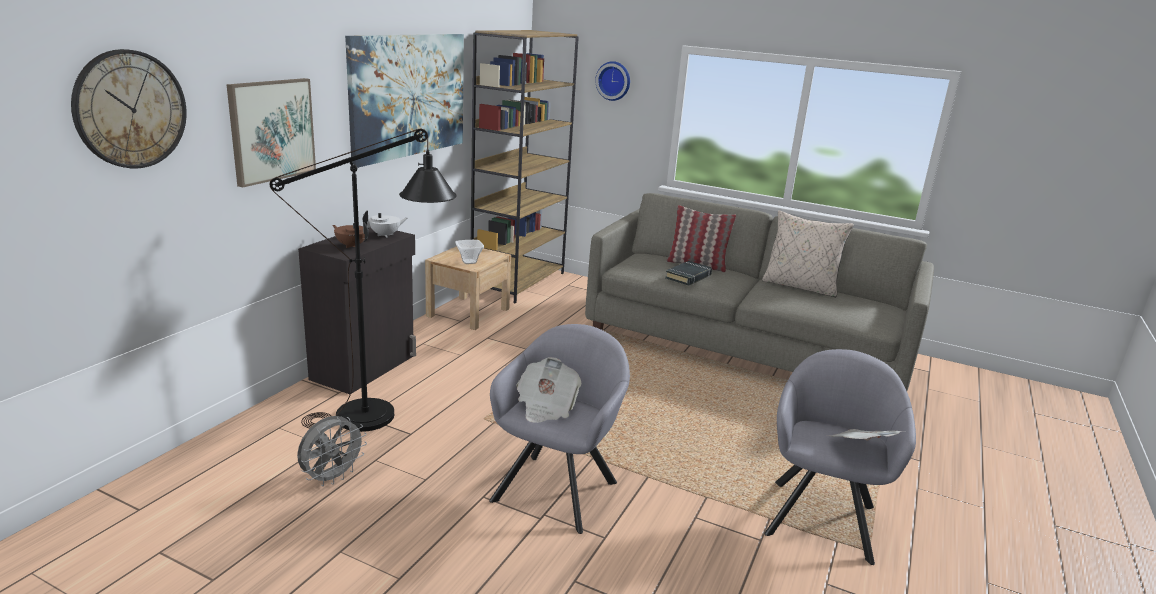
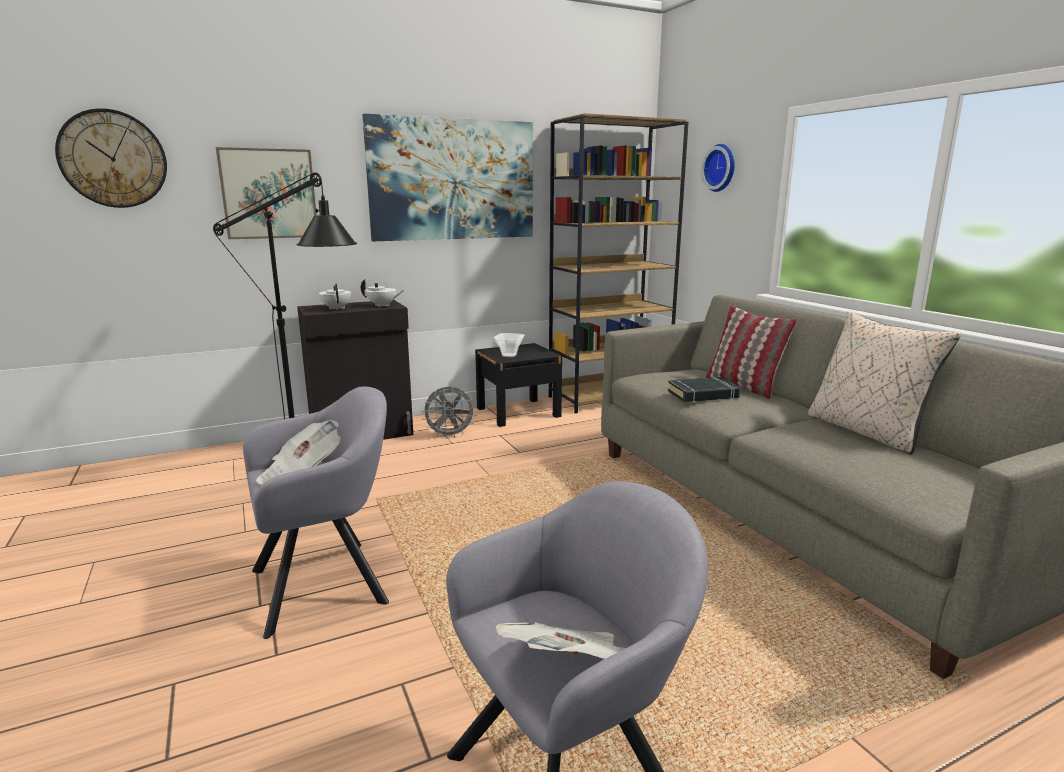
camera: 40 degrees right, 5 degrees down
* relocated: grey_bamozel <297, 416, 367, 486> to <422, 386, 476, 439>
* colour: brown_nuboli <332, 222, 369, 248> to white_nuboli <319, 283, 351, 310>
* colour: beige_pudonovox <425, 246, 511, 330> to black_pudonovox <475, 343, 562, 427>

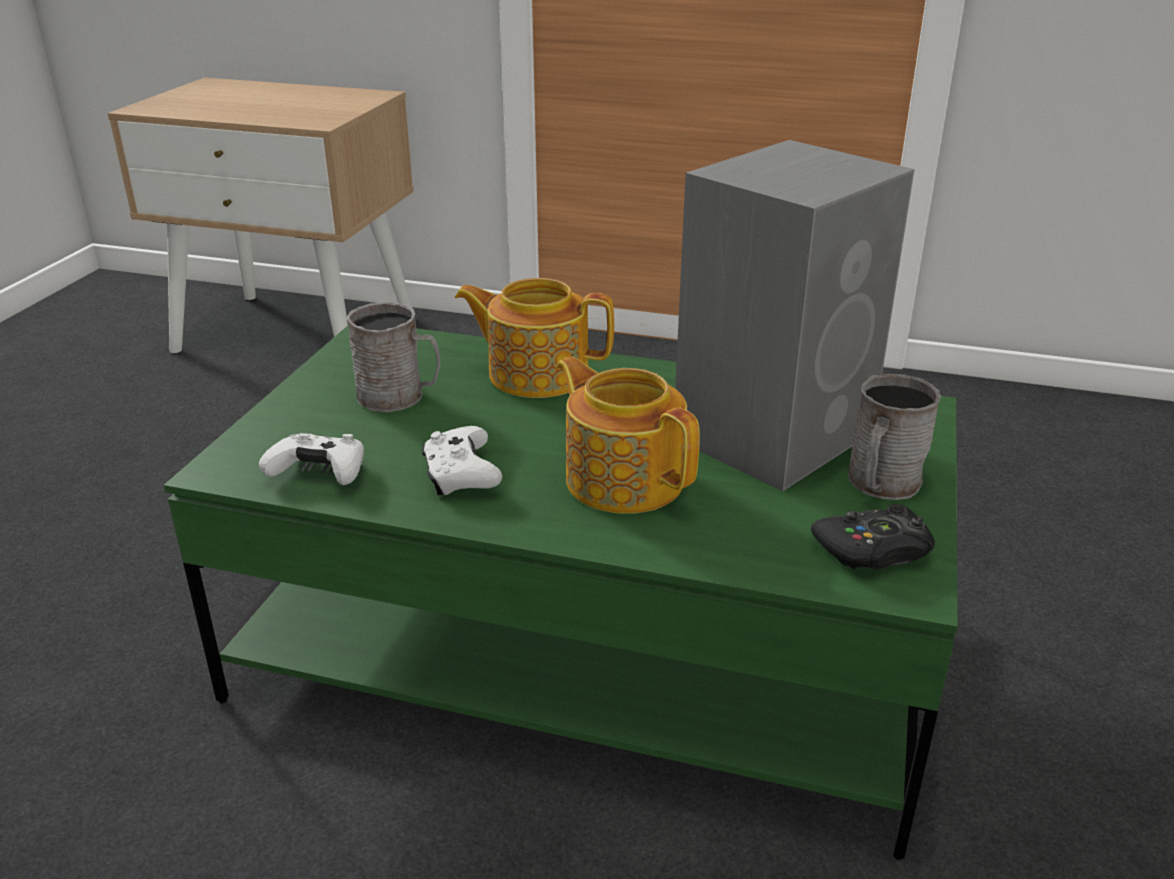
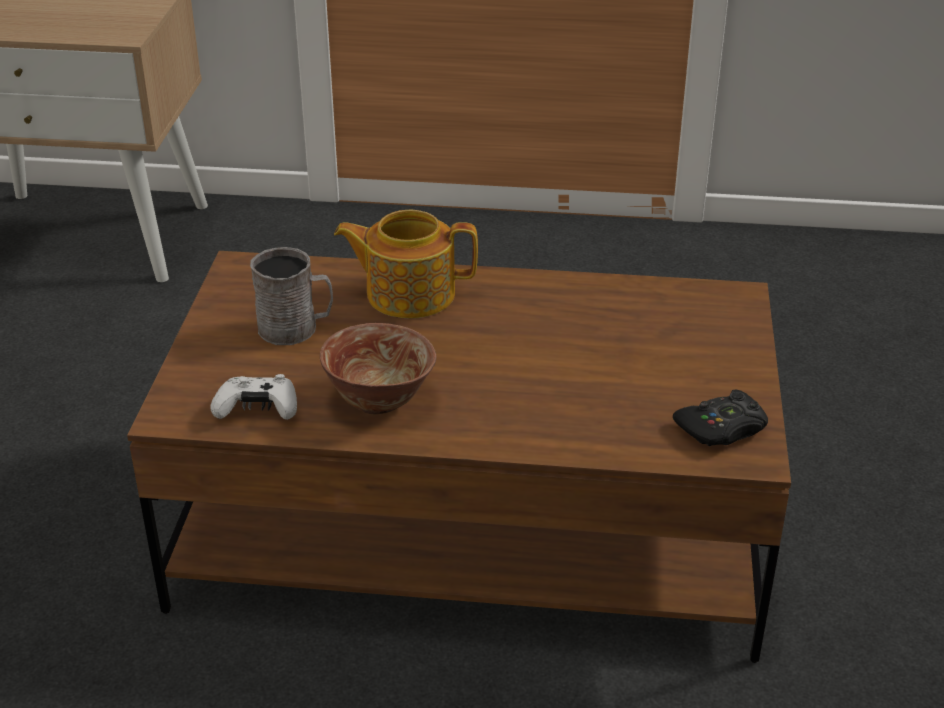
camera: 10 degrees left, 5 degrees up
* colour: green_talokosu <164, 326, 958, 860> to brown_talokosu <127, 251, 791, 663>
* exchanged: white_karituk <422, 426, 503, 495> to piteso <320, 323, 436, 415>
* missing: nuboli <557, 356, 700, 513>
* missing: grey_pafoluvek <675, 140, 915, 491>
* missing: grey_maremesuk <848, 374, 941, 500>

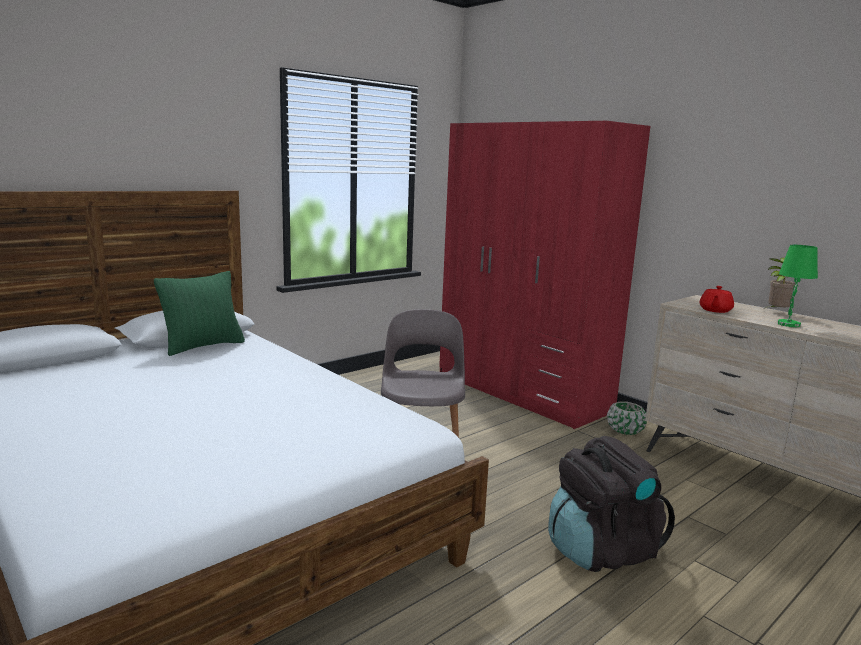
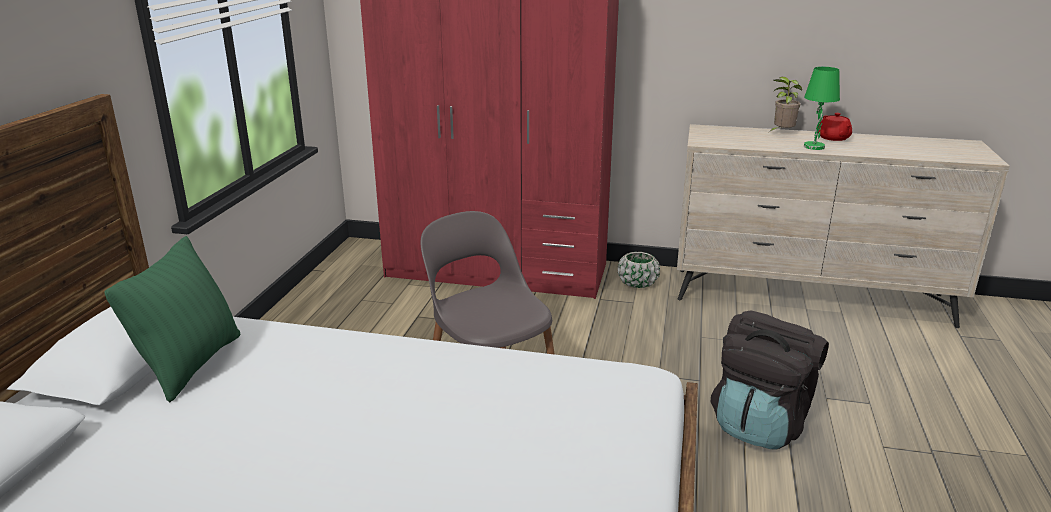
camera: 35 degrees left, 10 degrees up
* relocated: red_nuboli <699, 286, 734, 313> to <818, 113, 852, 141>

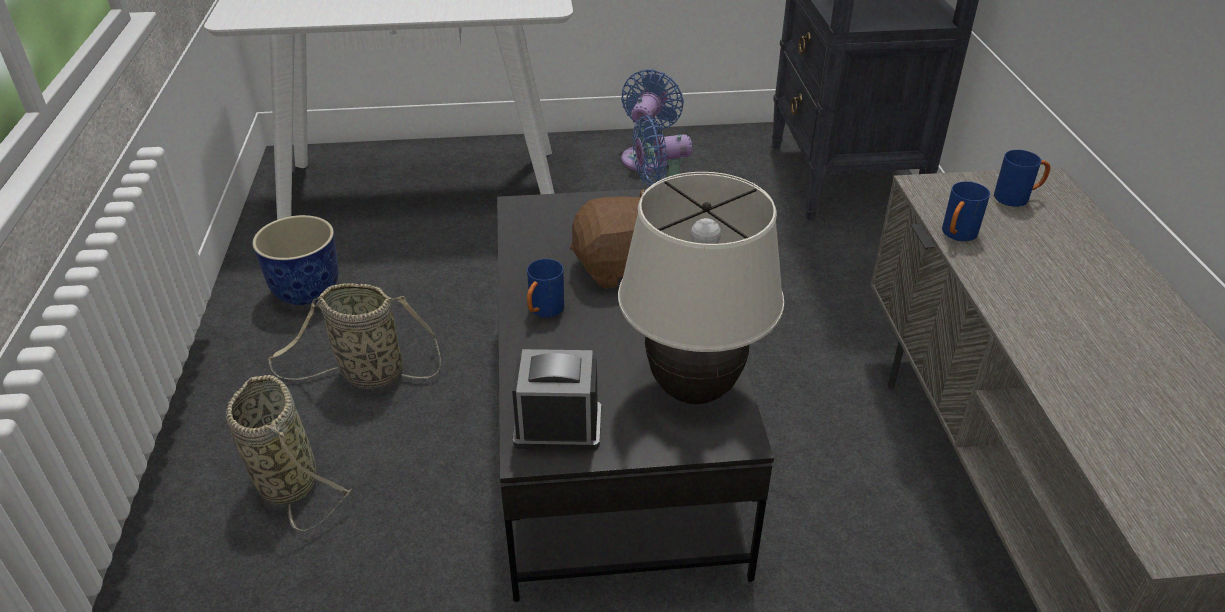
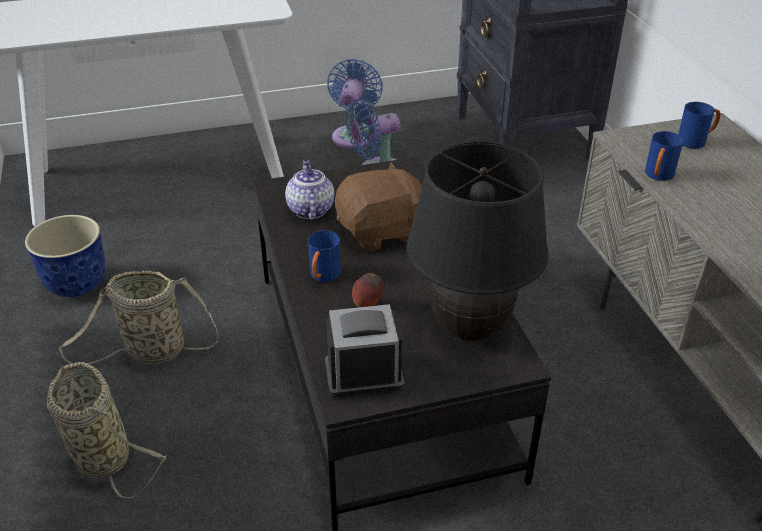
camera: 10 degrees left, 0 degrees up
* colour: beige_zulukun <618, 172, 784, 404> to black_zulukun <407, 141, 549, 341>
* appeared: nuboli <285, 160, 335, 220>
* appeared: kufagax <352, 273, 384, 307>

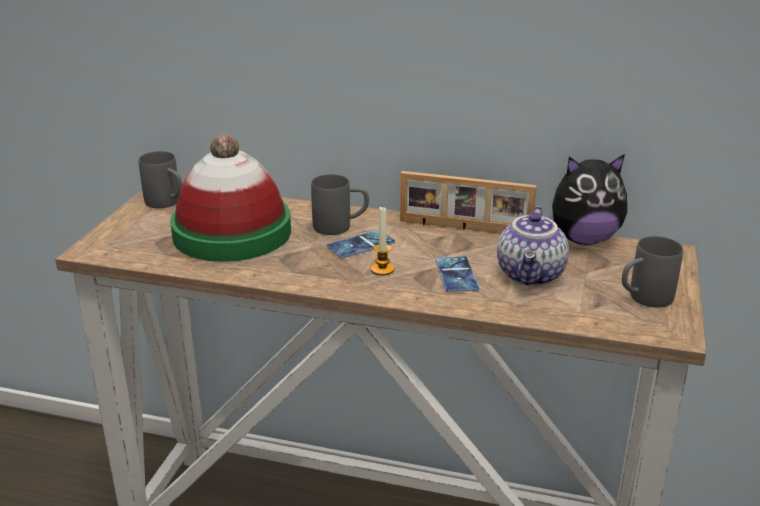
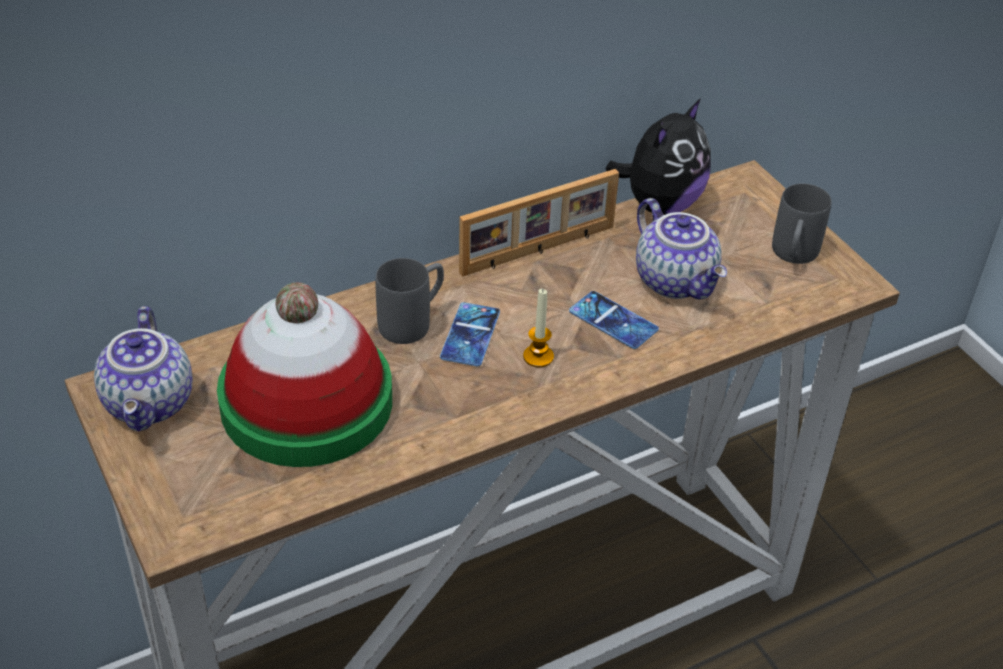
camera: 45 degrees left, 15 degrees up
* exchanged: grey_maremesuk <139, 151, 182, 208> to nuboli <94, 306, 192, 431>

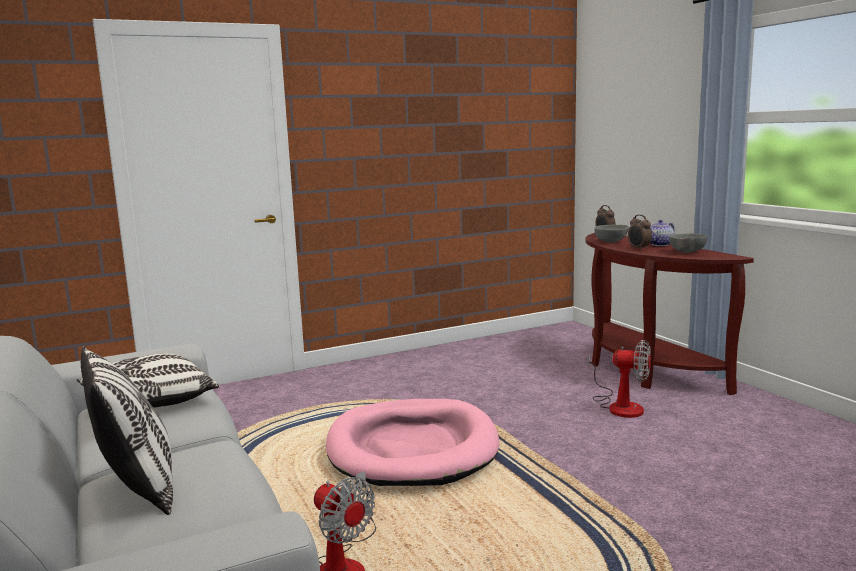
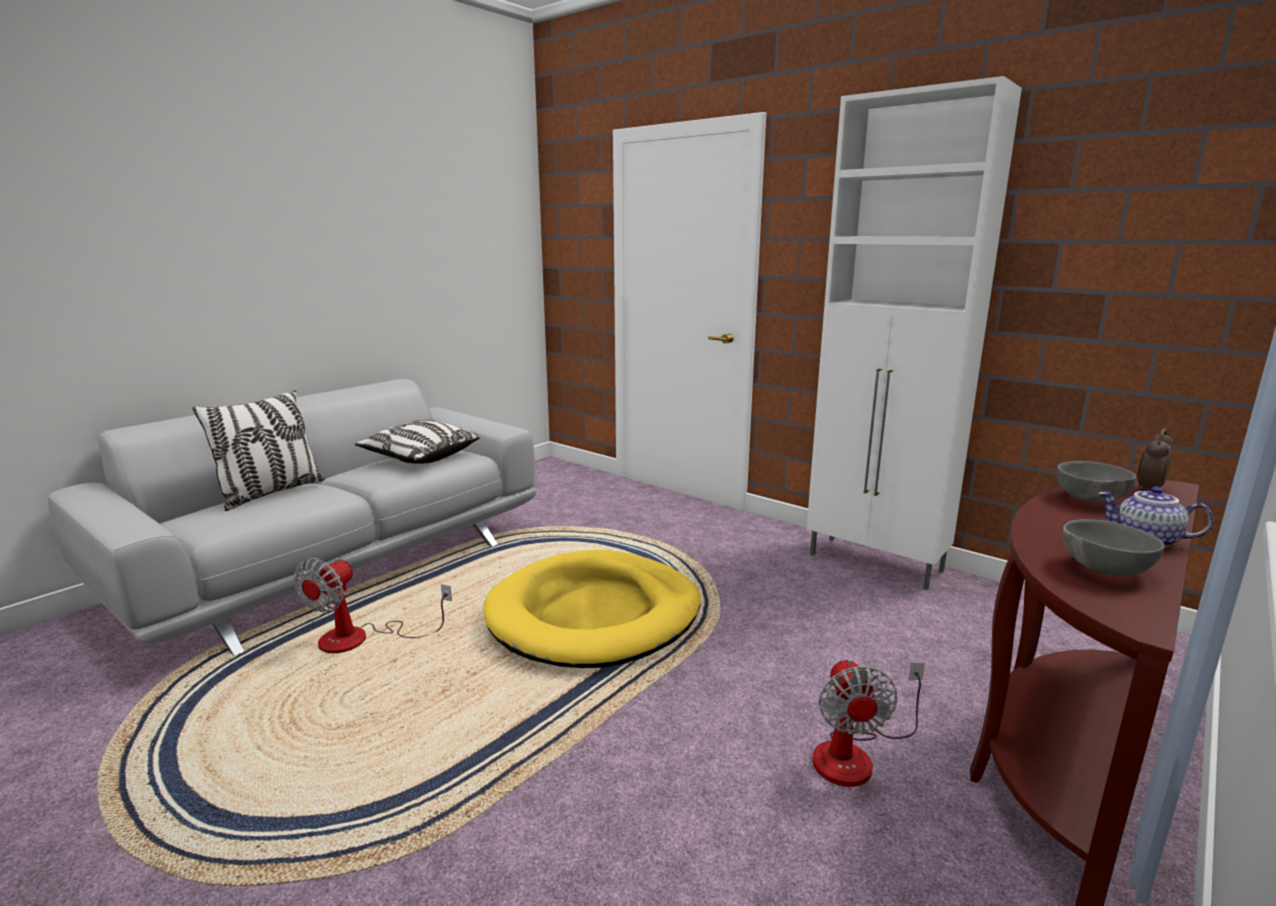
camera: 65 degrees right, 5 degrees up
* colour: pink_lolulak <326, 399, 500, 486> to yellow_lolulak <483, 550, 701, 668>
* missing: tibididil <628, 215, 652, 250>
* appeared: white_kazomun <807, 76, 1022, 590>

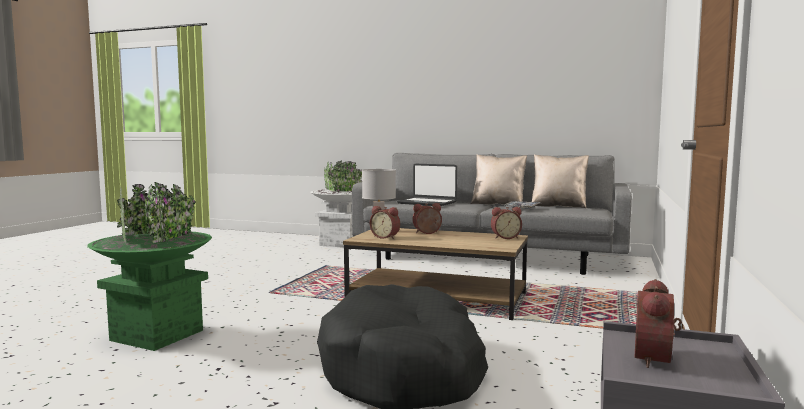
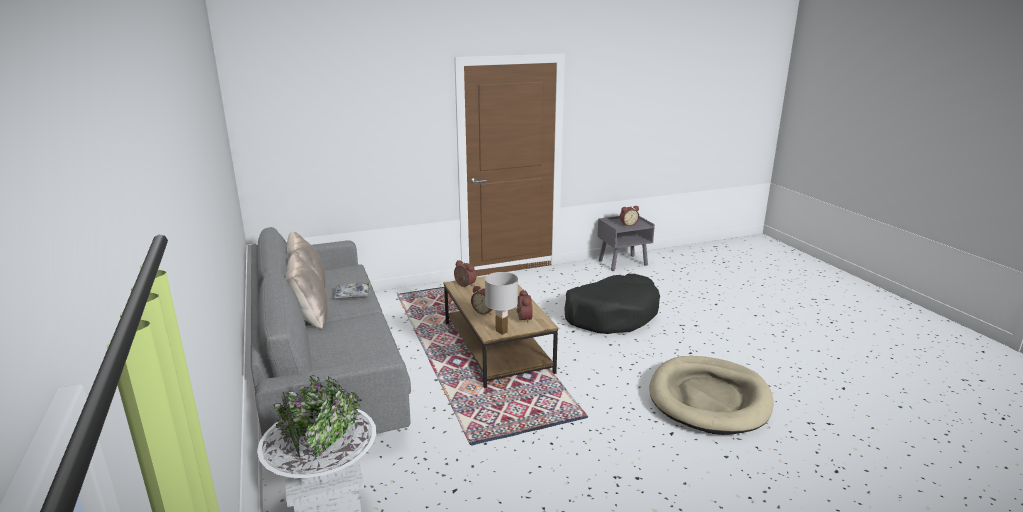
camera: 130 degrees left, 15 degrees up
* exchanged: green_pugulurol <87, 182, 212, 351> to beige_lolulak <649, 356, 774, 435>
* missing: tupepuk <397, 164, 457, 206>

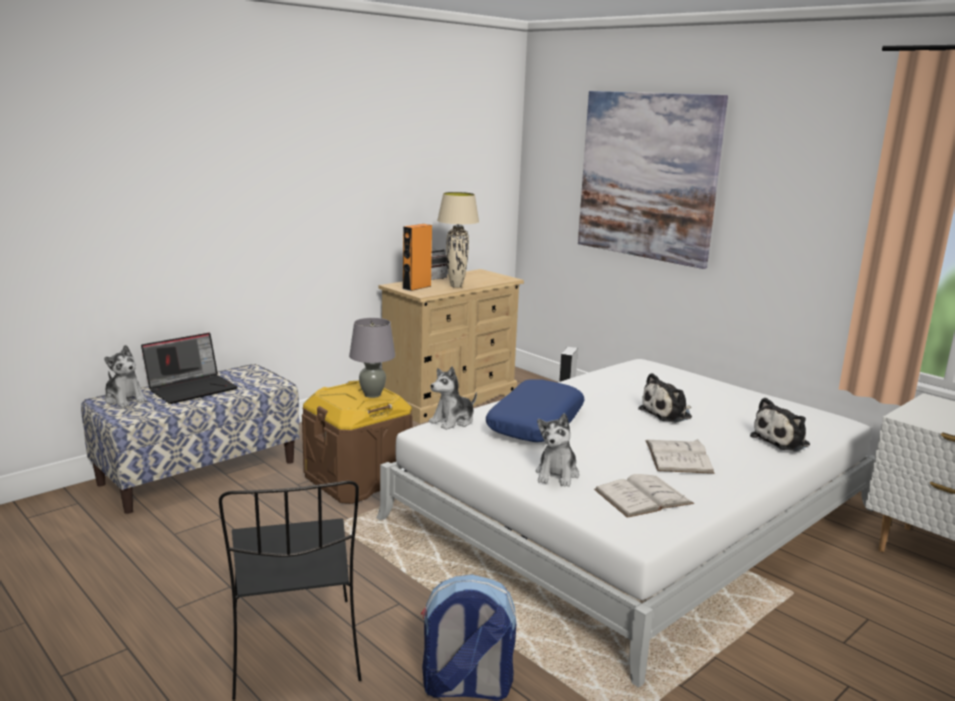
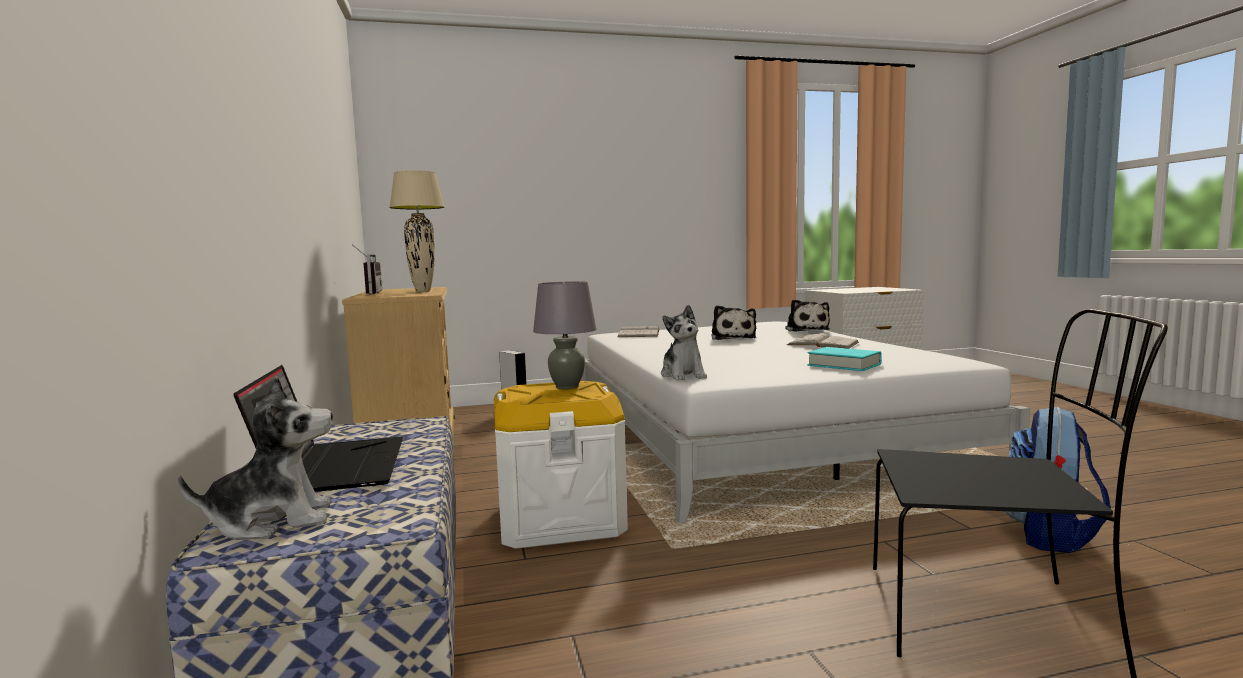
camera: 60 degrees left, 10 degrees down
* colour: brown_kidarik <302, 381, 413, 504> to white_kidarik <494, 381, 628, 549>
* missing: orange_pafoluvek <403, 224, 432, 291>
* missing: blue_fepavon <486, 380, 584, 442>
* exchanged: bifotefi <536, 413, 579, 487> to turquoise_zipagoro <807, 347, 882, 371>
* missing: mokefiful <578, 91, 728, 269>
* relocated: white_zipagoro <594, 474, 694, 518> to <618, 325, 660, 337>

